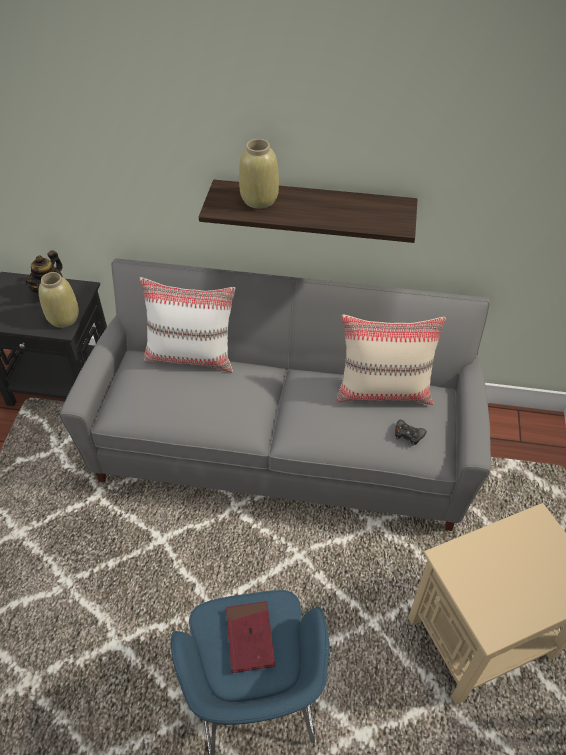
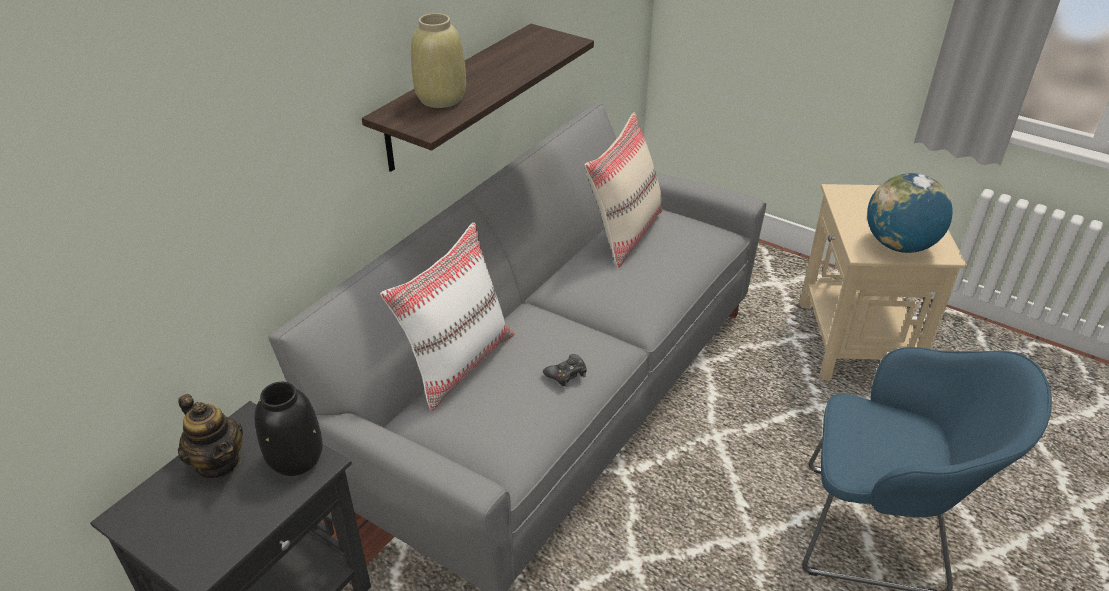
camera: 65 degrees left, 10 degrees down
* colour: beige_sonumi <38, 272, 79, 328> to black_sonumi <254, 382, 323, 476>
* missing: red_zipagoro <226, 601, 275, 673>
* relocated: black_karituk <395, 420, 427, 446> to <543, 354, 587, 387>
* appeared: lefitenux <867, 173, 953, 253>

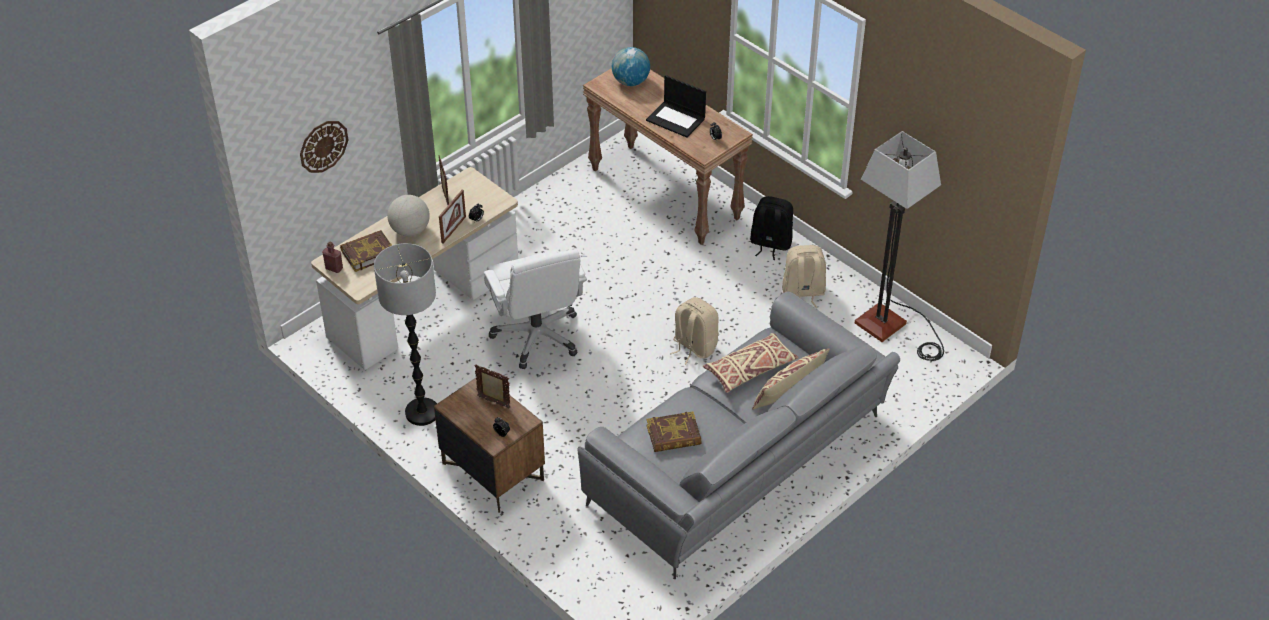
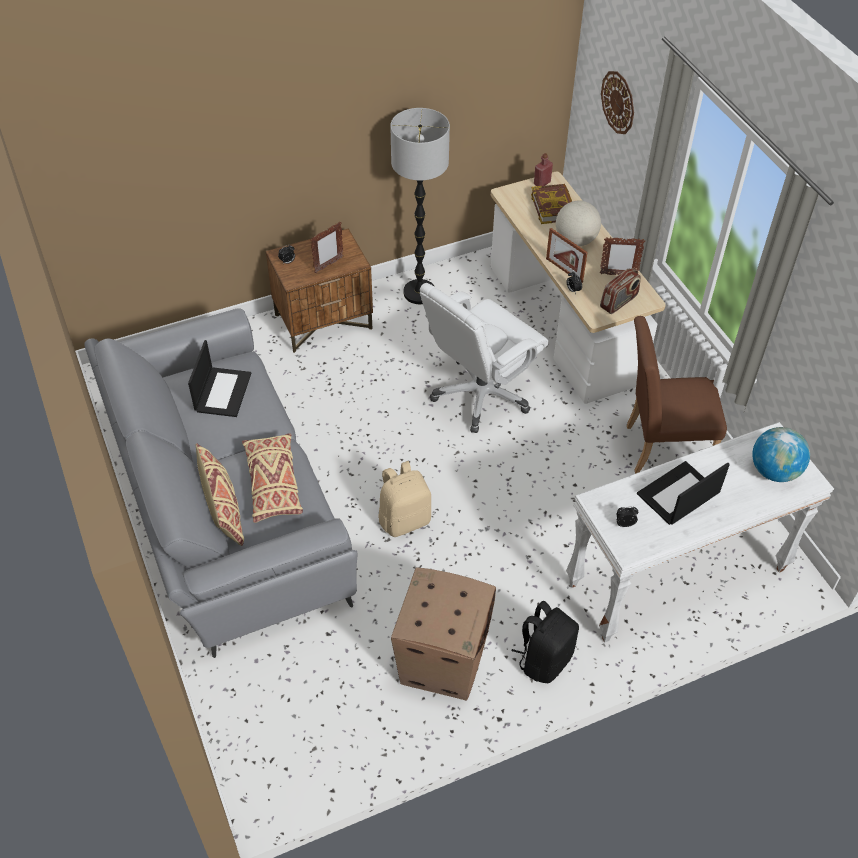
camera: 110 degrees right, 5 degrees up
* spun: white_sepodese <484, 249, 587, 369> = <420, 283, 548, 433> 45 degrees counterclockwise
* colour: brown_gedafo <583, 68, 753, 245> to white_gedafo <566, 422, 834, 642>
* exchanged: zipagoro <646, 411, 702, 452> to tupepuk <188, 340, 251, 417>
* exchanged: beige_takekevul <782, 245, 826, 308> to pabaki <391, 567, 496, 701>
* missing: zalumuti <855, 131, 944, 361>
* appeared: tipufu <600, 268, 641, 314>
* appeared: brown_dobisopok <627, 316, 727, 474>

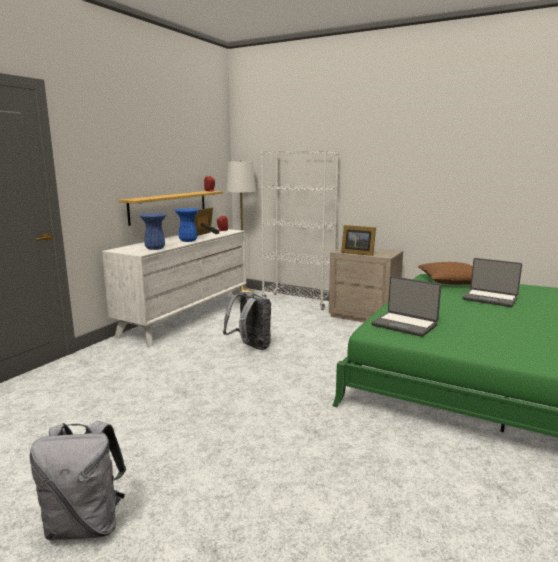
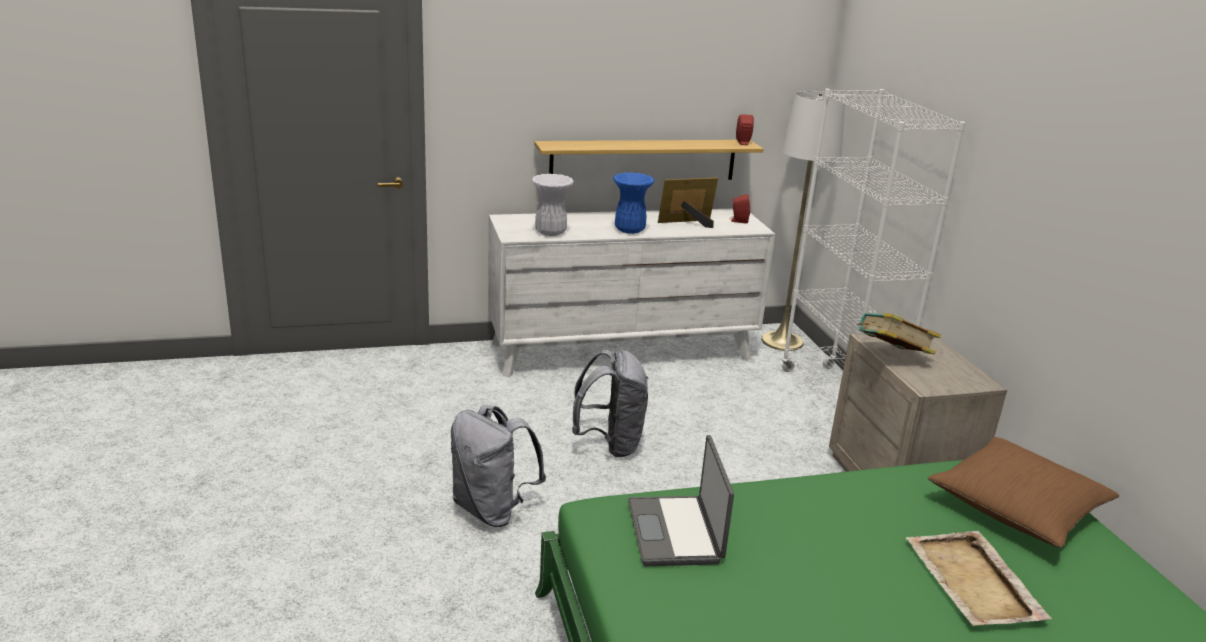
camera: 45 degrees right, 10 degrees up
* relocated: grey_takekevul <29, 421, 126, 540> to <451, 405, 546, 527>
* colour: blue_sonumi <139, 213, 166, 250> to white_sonumi <531, 174, 574, 236>
* exchanged: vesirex <341, 225, 376, 256> to zipagoro <857, 313, 941, 354>
* exchanged: tupepuk <462, 258, 522, 307> to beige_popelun <905, 531, 1052, 626>

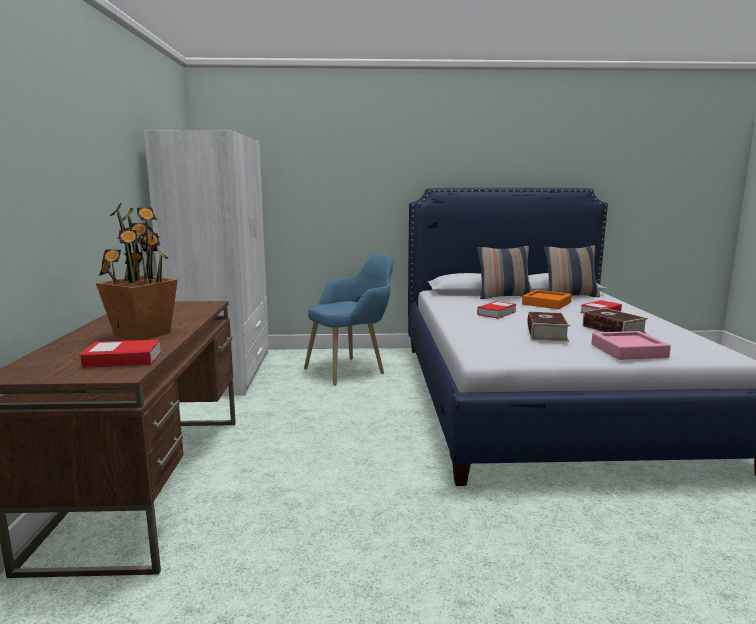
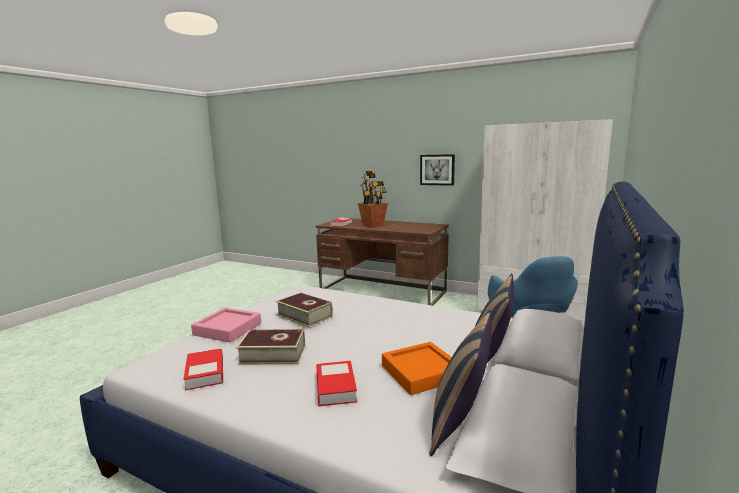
camera: 120 degrees right, 0 degrees up
* relocated: zipagoro <477, 301, 517, 319> to <183, 348, 223, 391>
* appeared: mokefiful <420, 154, 455, 186>

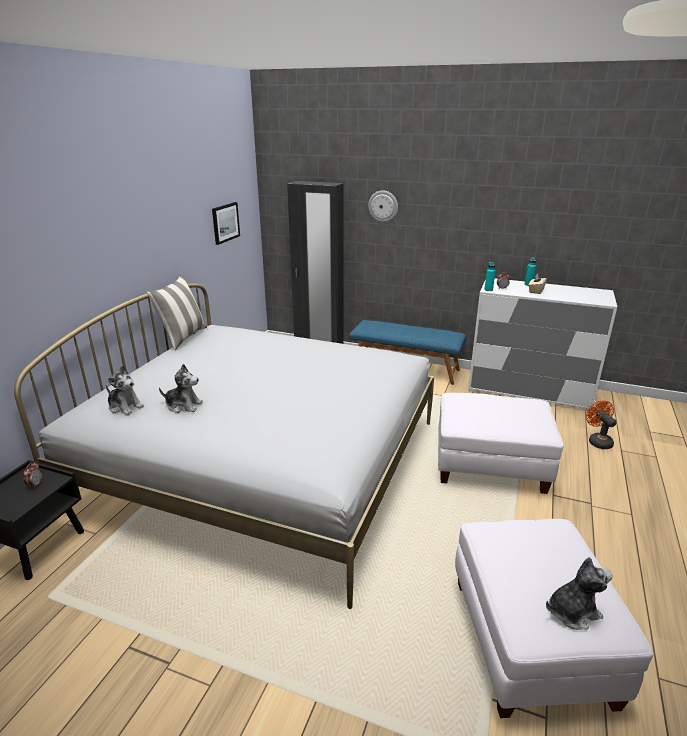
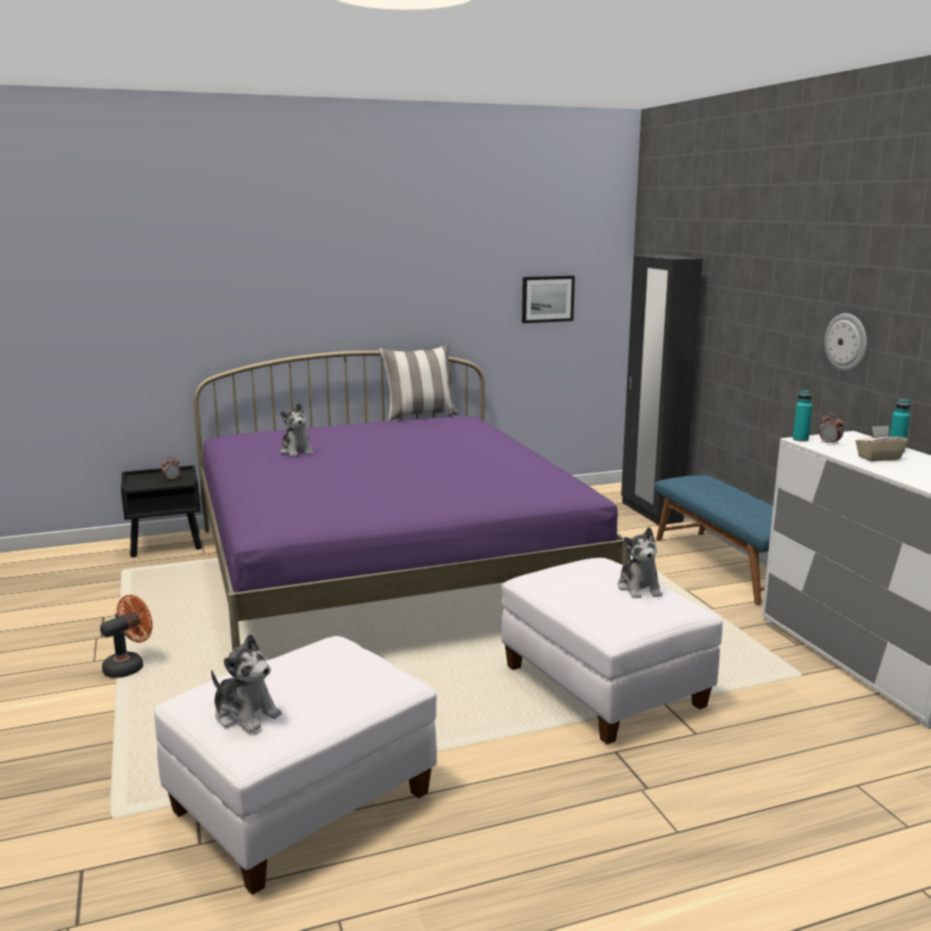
camera: 50 degrees right, 10 degrees down
* colour: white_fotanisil <14, 284, 434, 609> to purple_fotanisil <193, 350, 628, 651>
* relocated: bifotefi <106, 366, 144, 415> to <618, 527, 662, 599>
* relocated: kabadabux <368, 190, 398, 222> to <824, 313, 867, 371>
* relocated: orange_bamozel <586, 400, 617, 449> to <100, 595, 153, 678>

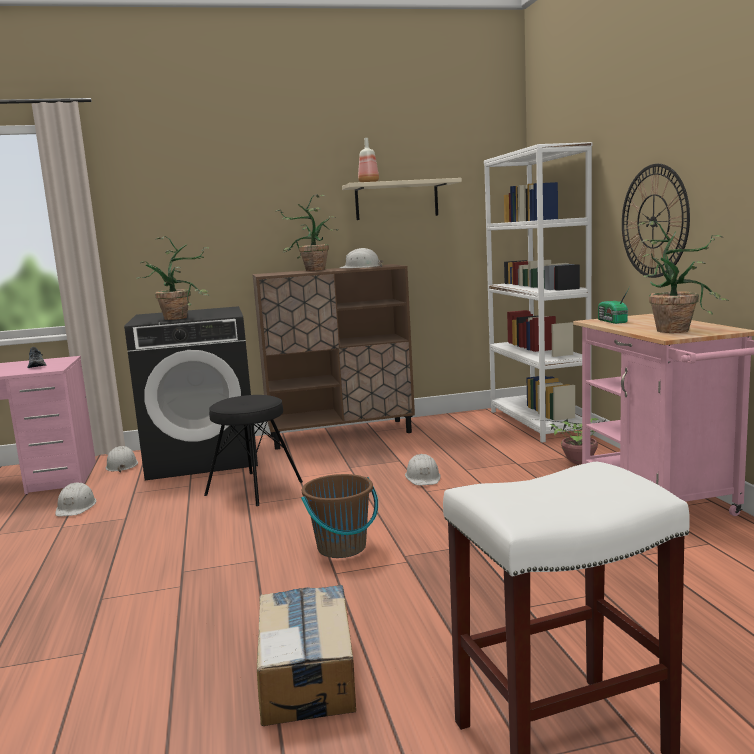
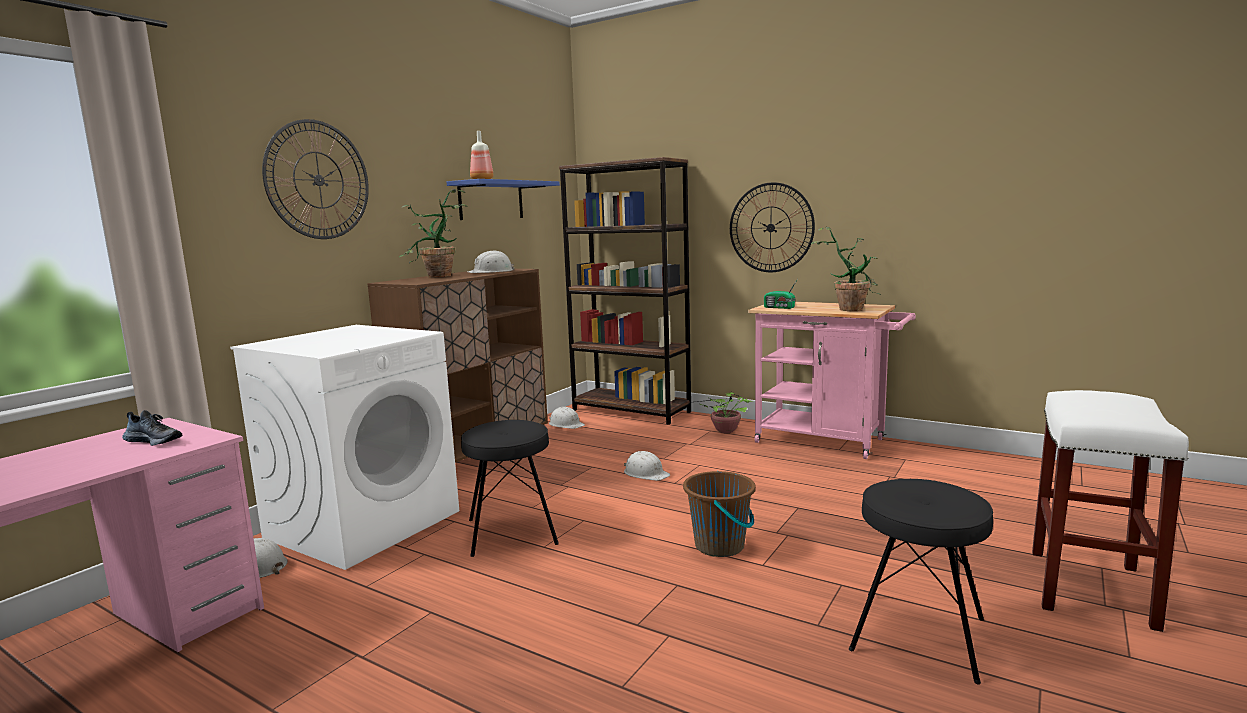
camera: 45 degrees left, 0 degrees up
* relocated: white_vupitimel <55, 482, 97, 516> to <549, 407, 585, 429>
* colour: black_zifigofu <124, 306, 258, 480> to white_zifigofu <230, 325, 459, 570>
* missing: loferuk <136, 236, 210, 320>
* exchanged: pabaki <257, 585, 356, 726> to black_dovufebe <849, 479, 993, 685>
* colour: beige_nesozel <342, 178, 462, 220> to blue_nesozel <447, 179, 560, 220>
* colour: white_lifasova <484, 142, 593, 443> to brown_lifasova <559, 157, 691, 425>
* appeared: kabadabux <262, 119, 369, 239>

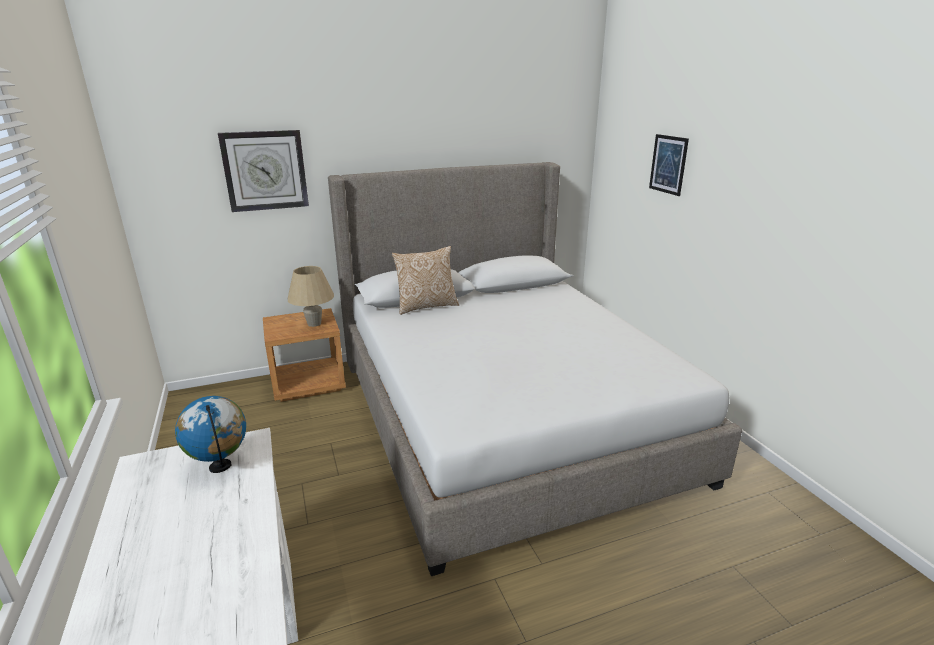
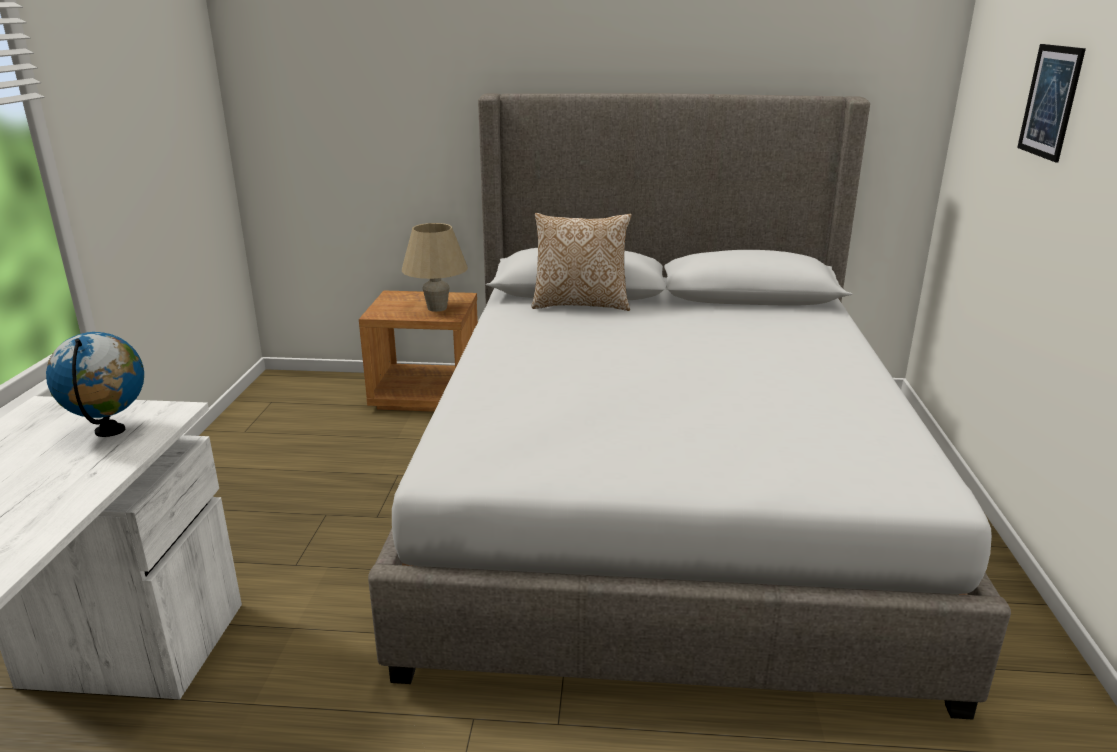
camera: 25 degrees right, 0 degrees up
* missing: kabadabux <218, 130, 309, 212>

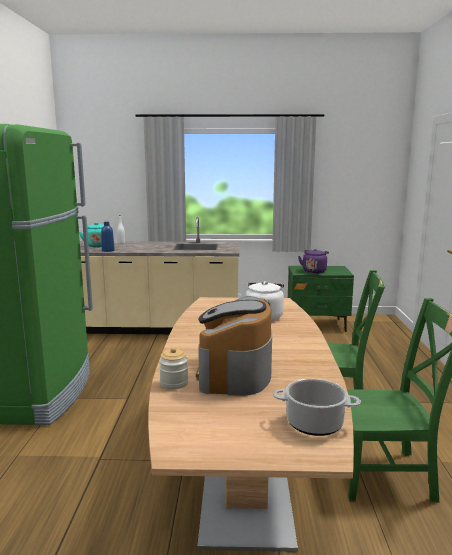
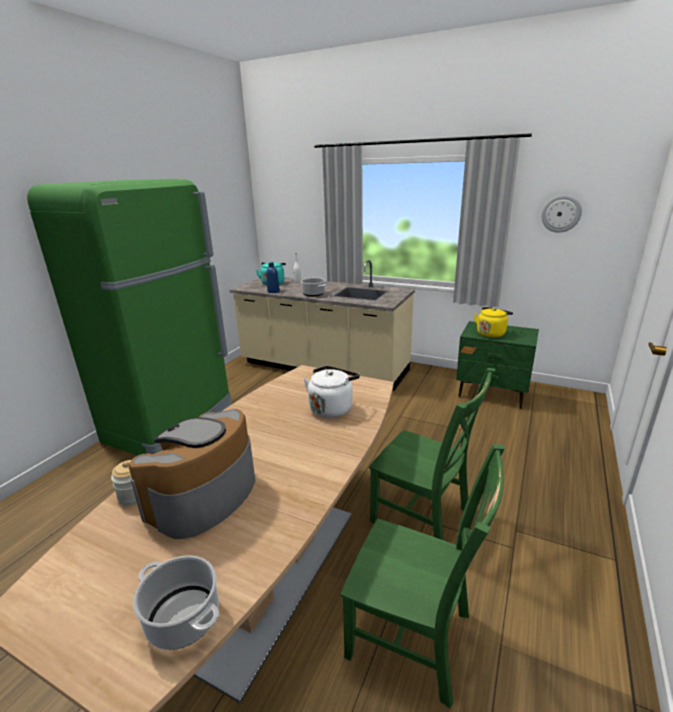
camera: 25 degrees right, 10 degrees up
* colour: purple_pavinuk <298, 249, 329, 273> to yellow_pavinuk <474, 307, 513, 338>
* appeared: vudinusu <301, 278, 326, 297>
* appeared: kabadabux <541, 195, 582, 233>

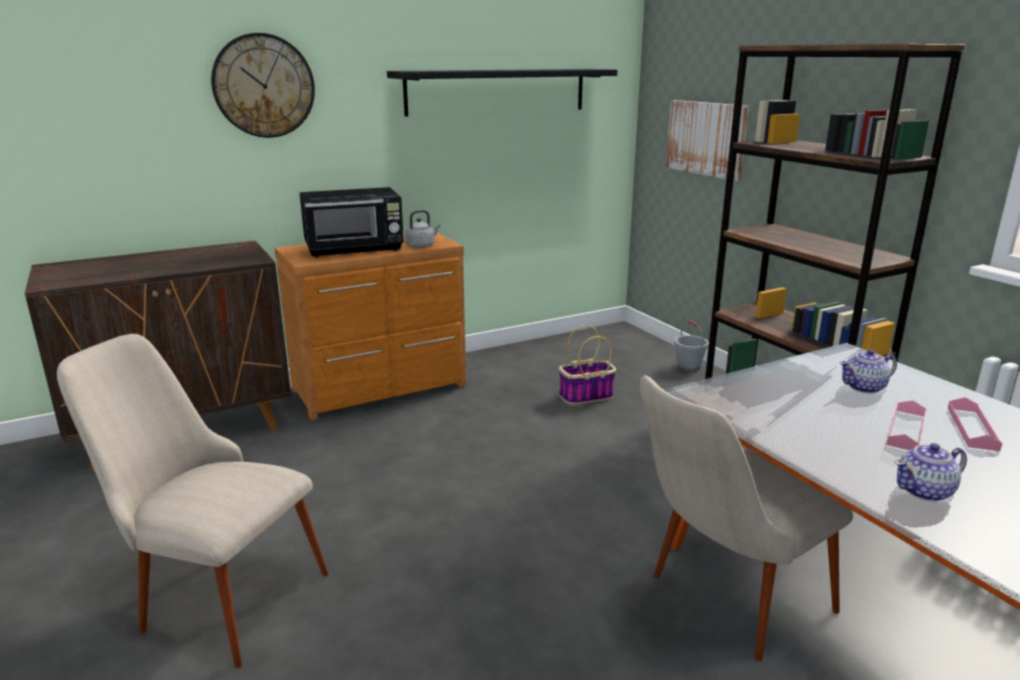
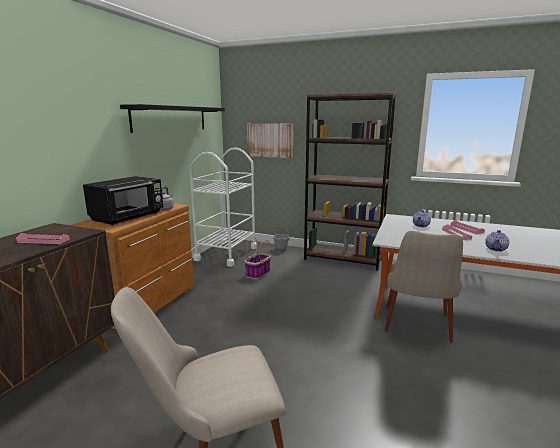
camera: 40 degrees left, 5 degrees down
* missing: kabadabux <211, 33, 315, 138>
* appeared: pink_popelun <16, 233, 70, 244>
* appeared: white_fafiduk <189, 147, 256, 267>

